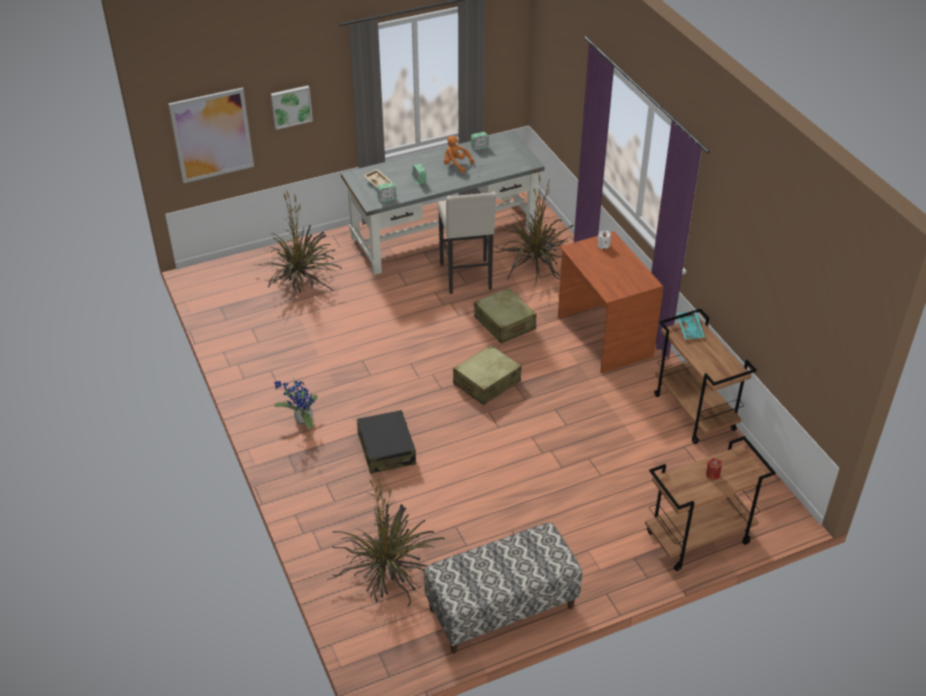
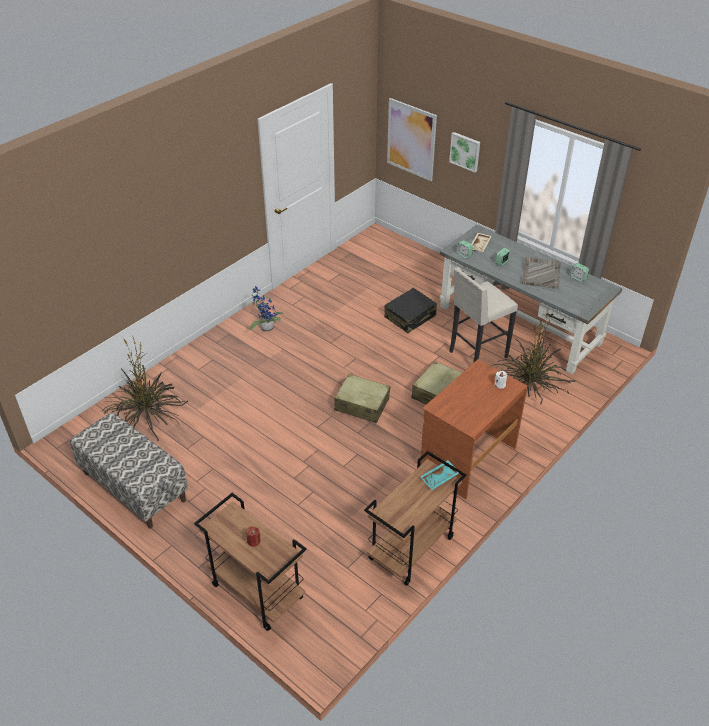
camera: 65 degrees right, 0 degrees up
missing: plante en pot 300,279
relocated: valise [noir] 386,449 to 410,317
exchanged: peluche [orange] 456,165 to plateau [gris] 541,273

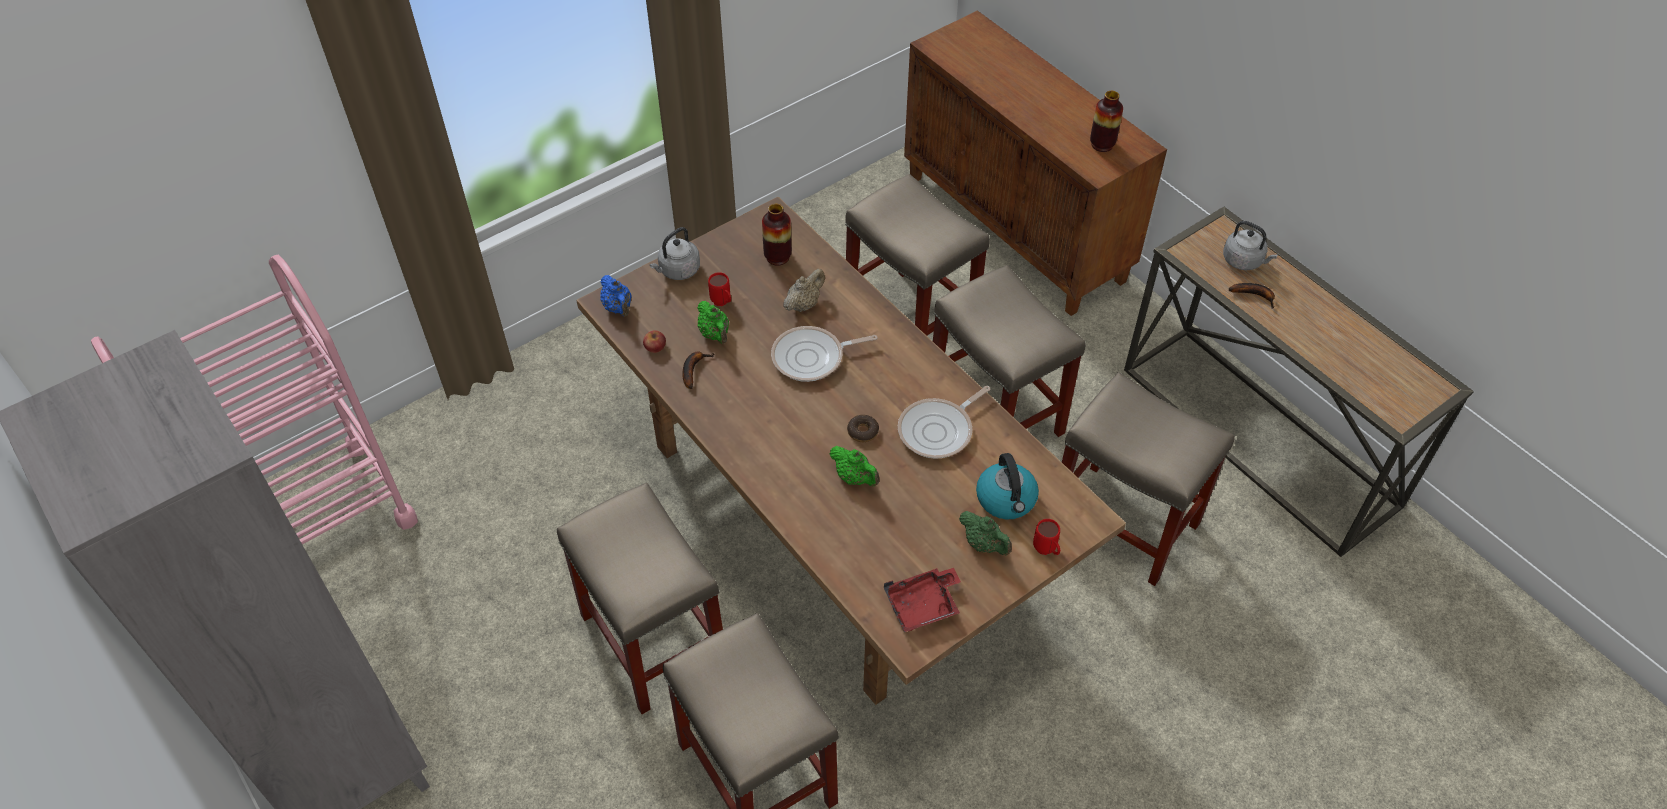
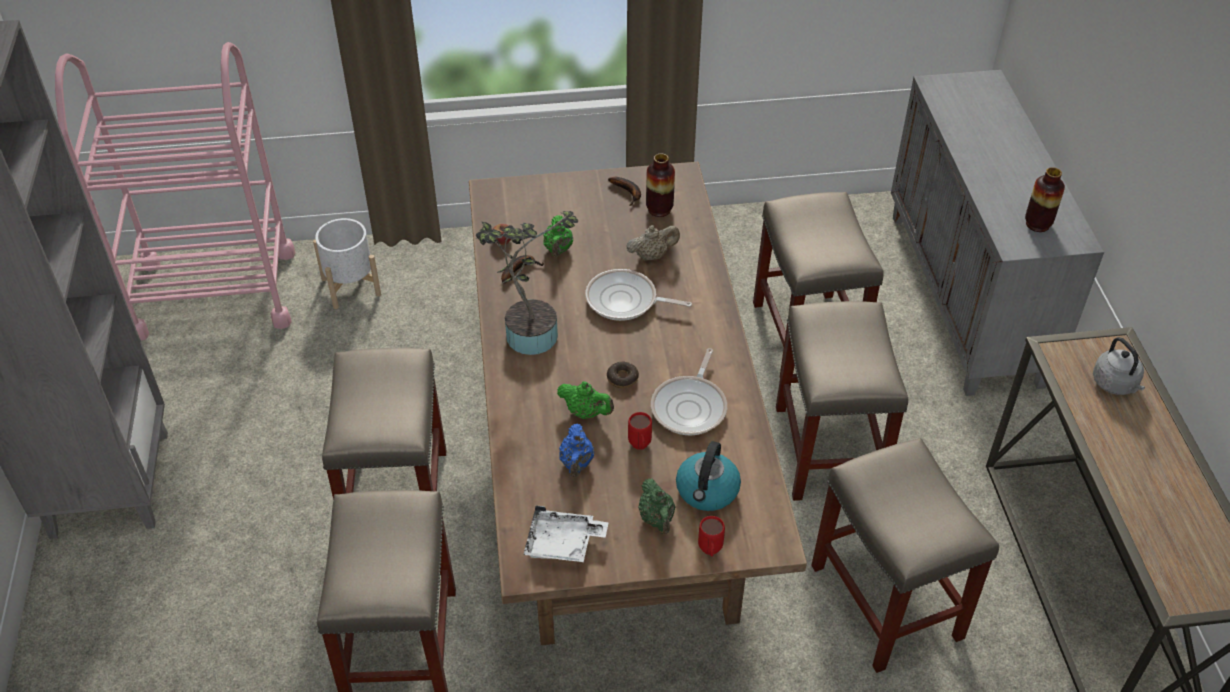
camera: 30 degrees right, 5 degrees down
missing: bouilloire [gris] 678,271
appeared: cache-pot [blanc] 350,287; plante en pot 526,333
relocated: théière [bleu] 618,308 to 576,463; mug [rouge] 723,303 to 640,447; banane 1255,295 to 628,192
colour: plateau [rouge] 923,605 to plateau [blanc] 563,543; meuble de rangement [marron] 1016,228 to meuble de rangement [gris] 966,298
spun: théière [vert] 855,477 = 586,412 45 degrees counterclockwise; poêle 939,430 = 691,406 60 degrees counterclockwise

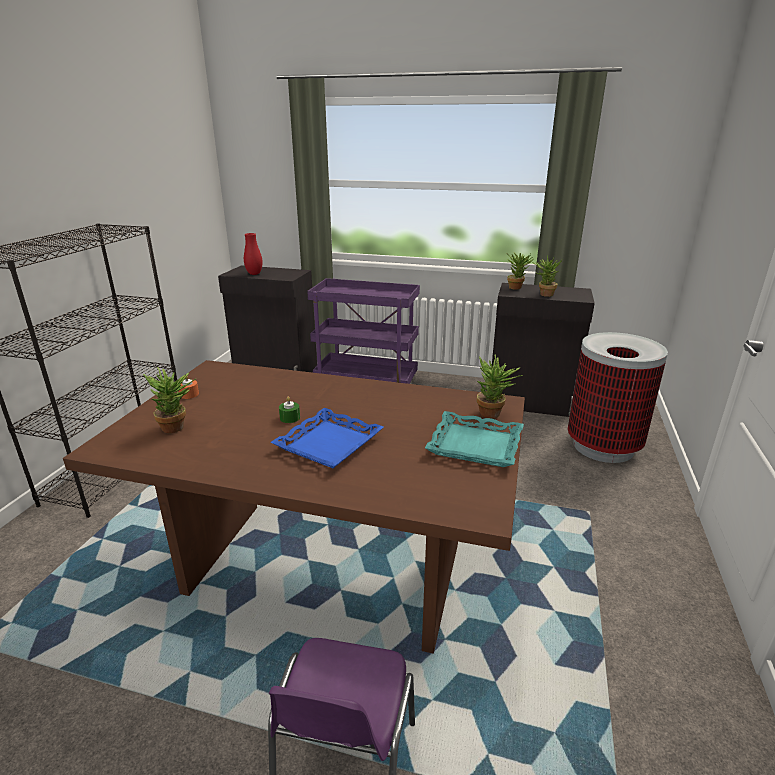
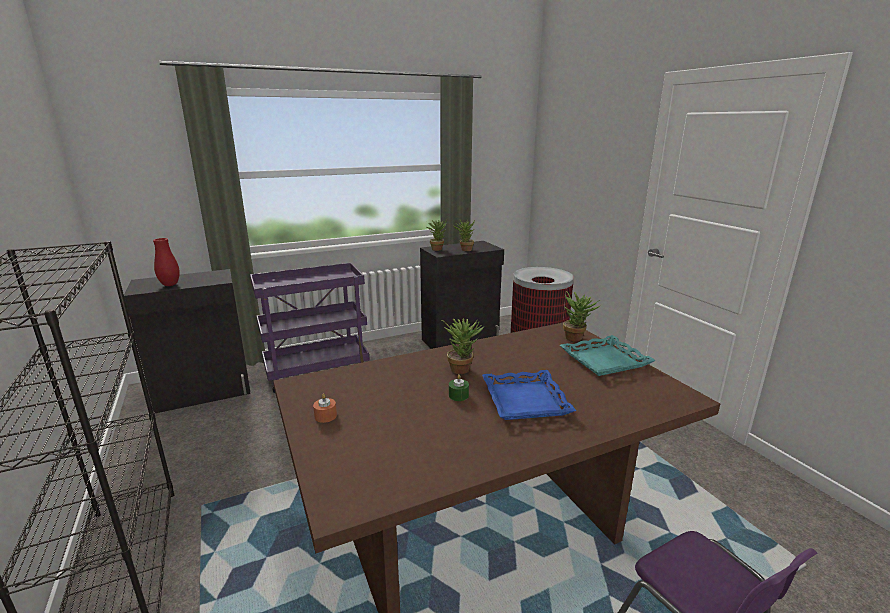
camera: 40 degrees left, 5 degrees down
relocated: plante en pot 178,427 to 462,368

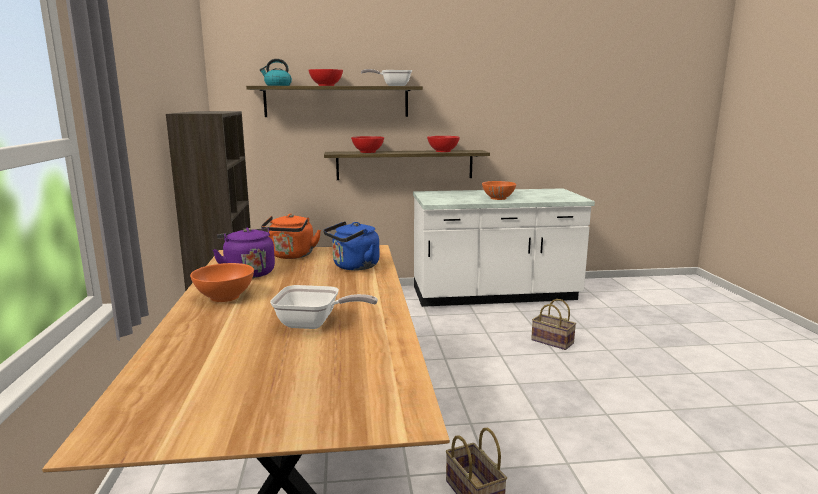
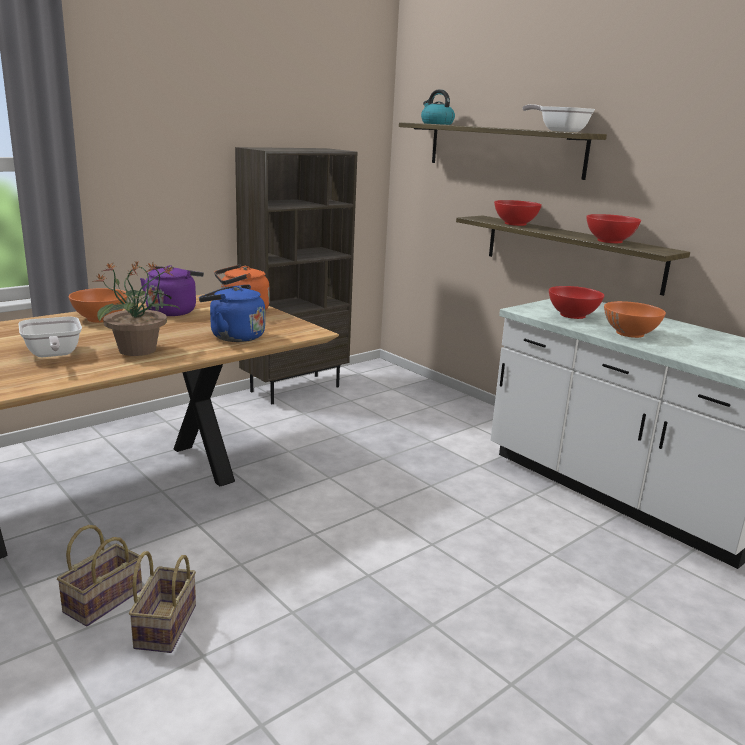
camera: 55 degrees right, 5 degrees up
appeared: plante en pot 138,350
relocated: bol [rouge] 326,85 to 572,315; panier 551,342 to 165,625

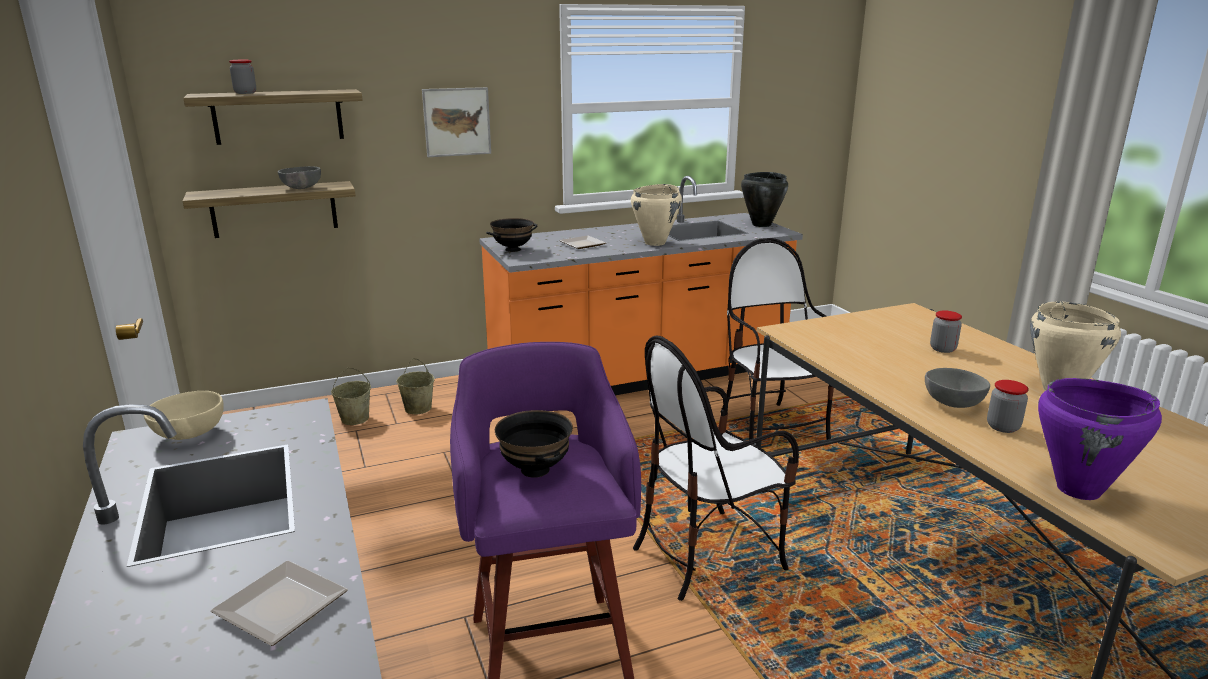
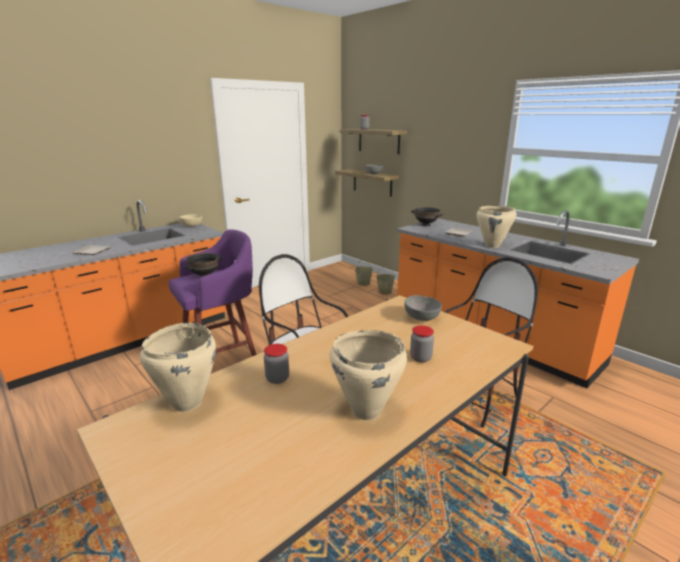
camera: 70 degrees right, 0 degrees up
missing: tableau 457,122; marmite [noir] 761,225
relocated: bol [gris] 950,403 to 422,317
colour: marmite [violet] 1079,490 to marmite [beige] 187,403

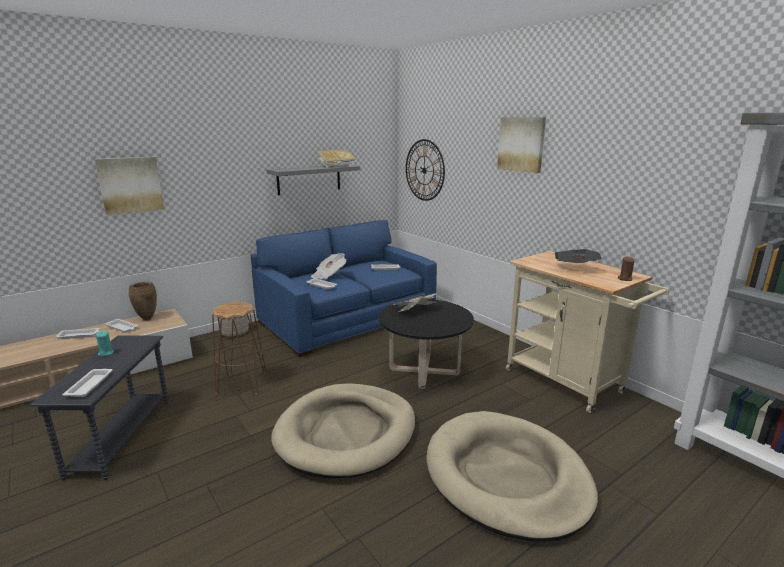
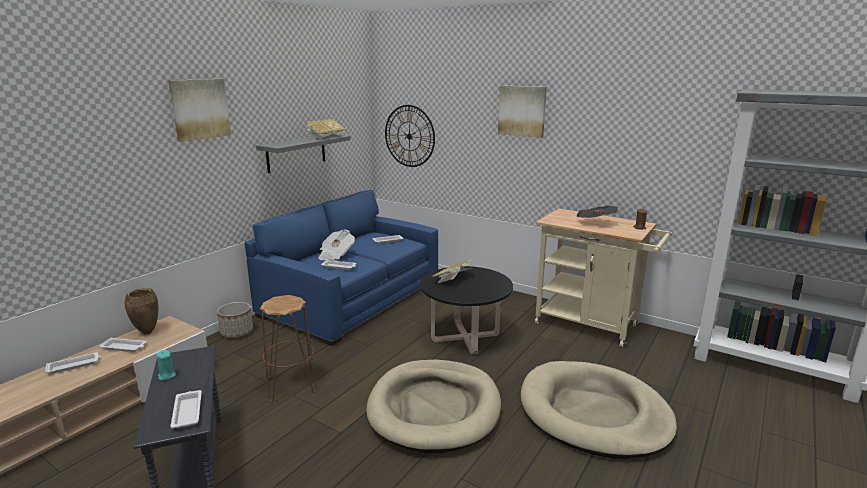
camera: 20 degrees left, 0 degrees up
relocated: tableau 130,185 to 199,109

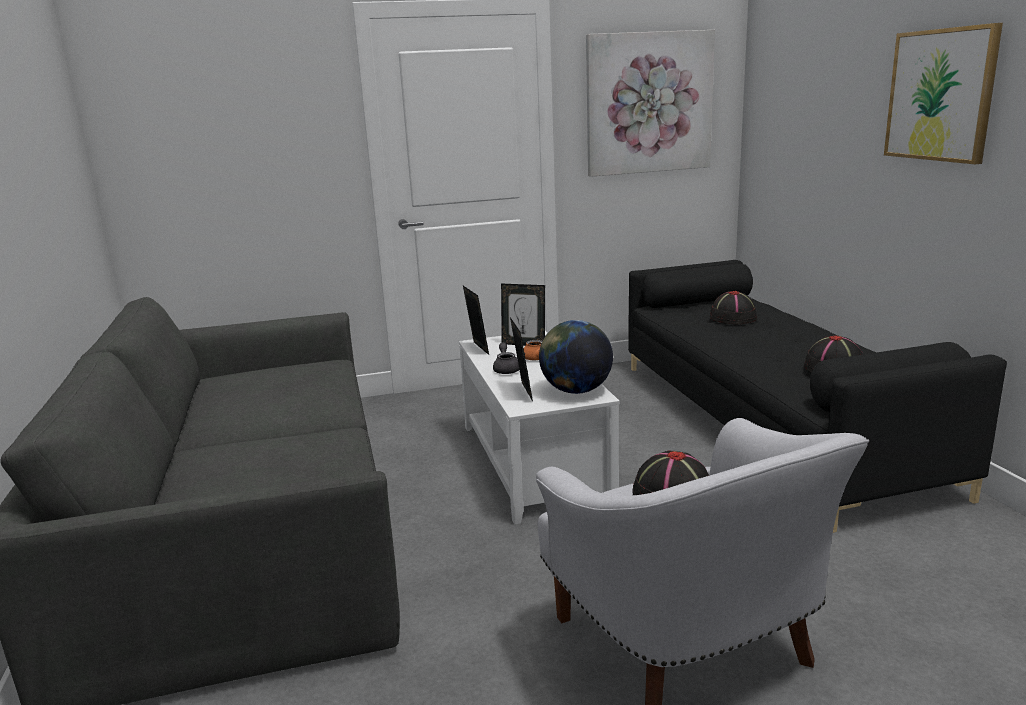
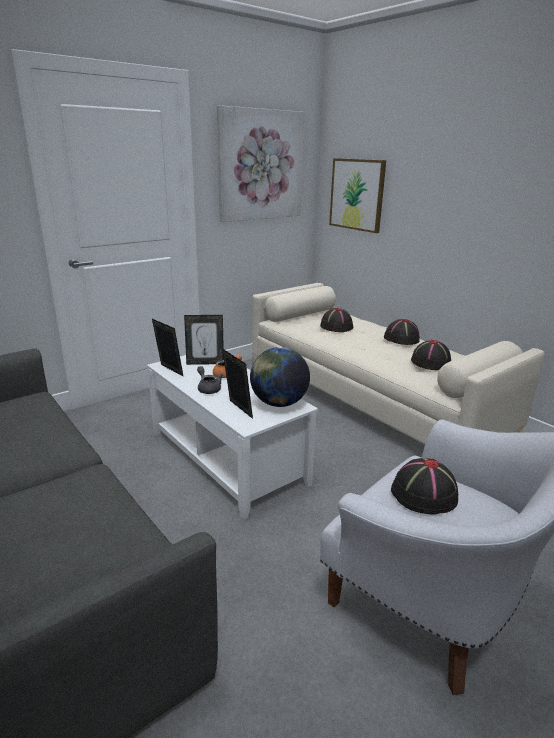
camera: 25 degrees left, 5 degrees up
appeared: chapeau [noir] 401,339
relocated: tableau 940,95 to 357,194
colour: canapé [noir] 770,423 to canapé [beige] 370,399

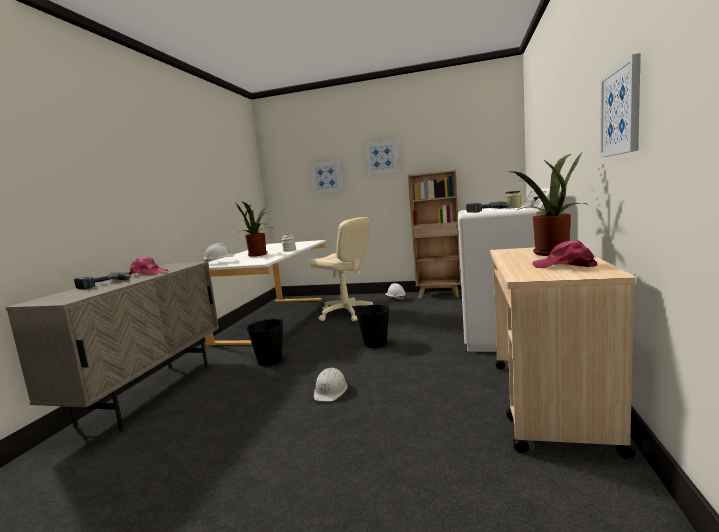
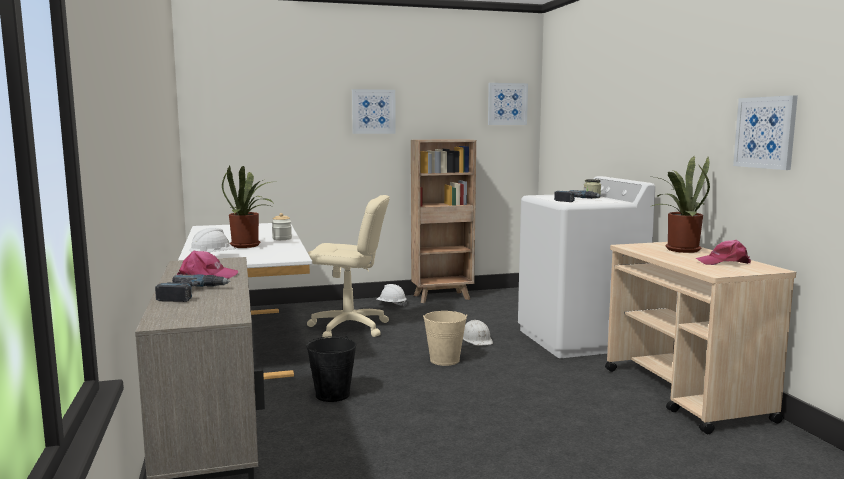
camera: 30 degrees left, 0 degrees up
relocated: tableau 326,177 to 507,104; casque de chantier [blanc] 330,390 to 477,339
colour: seau [noir] 375,343 to seau [beige] 444,360

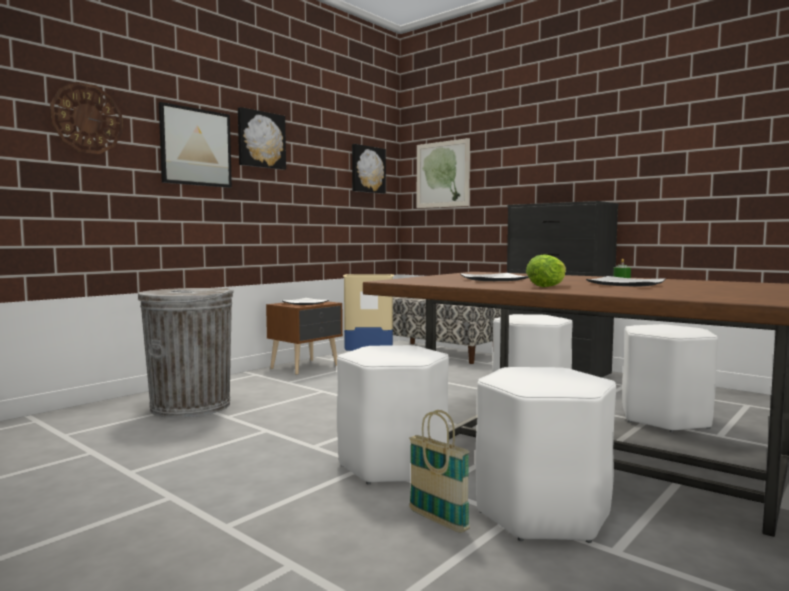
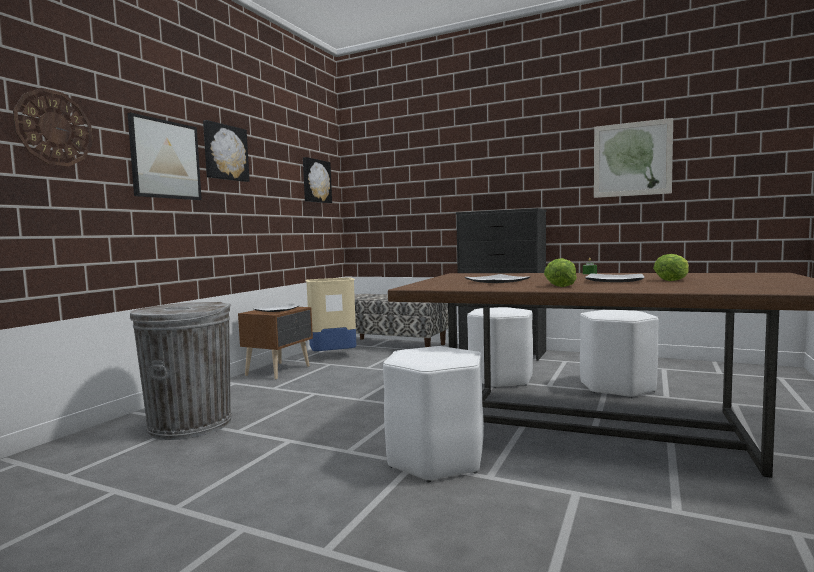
camera: 15 degrees left, 0 degrees up
missing: panier 438,520; tabouret [blanc] 542,513
appeared: laitue 672,280
relocated: tableau 442,174 to 632,159

